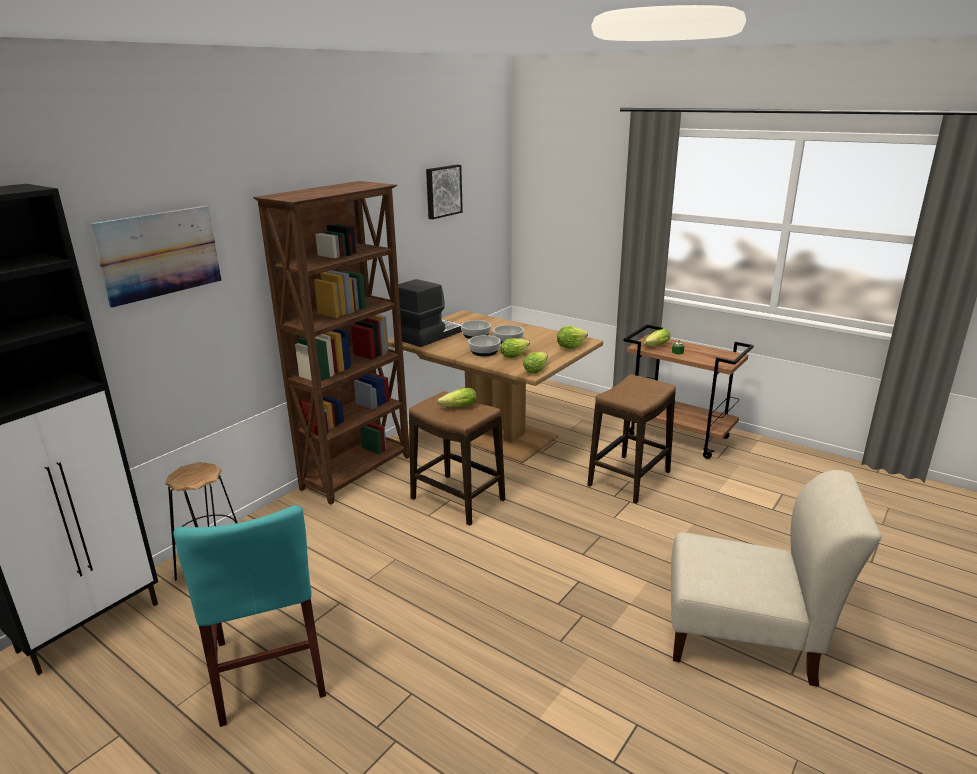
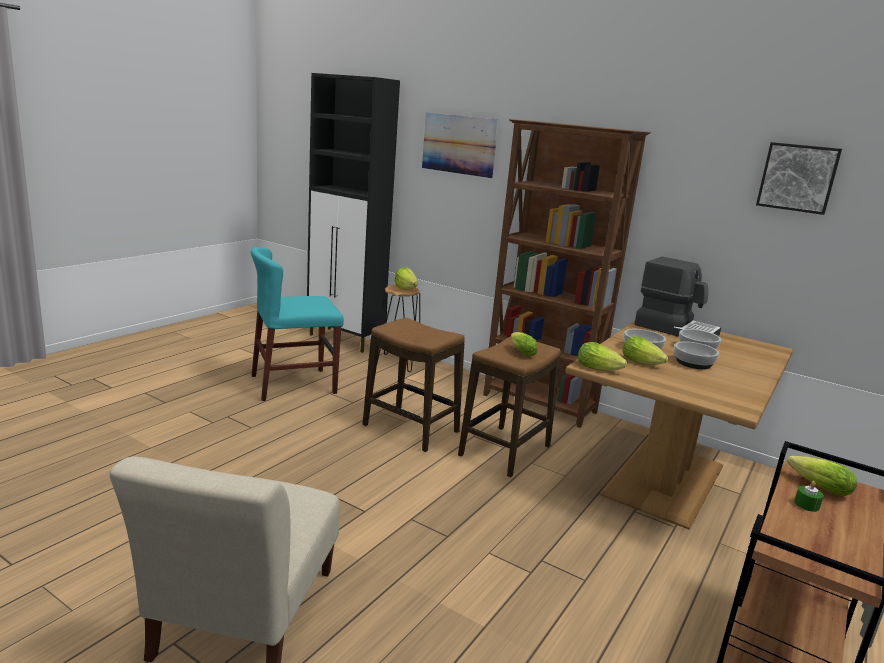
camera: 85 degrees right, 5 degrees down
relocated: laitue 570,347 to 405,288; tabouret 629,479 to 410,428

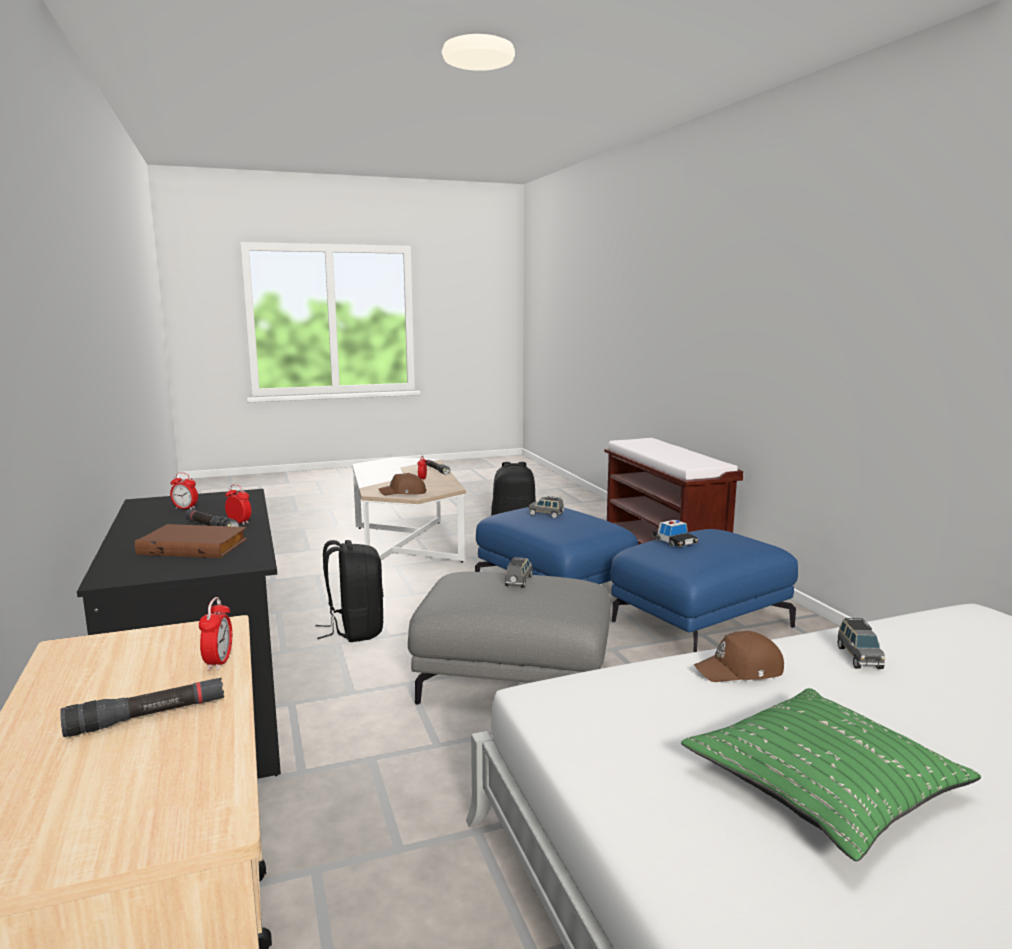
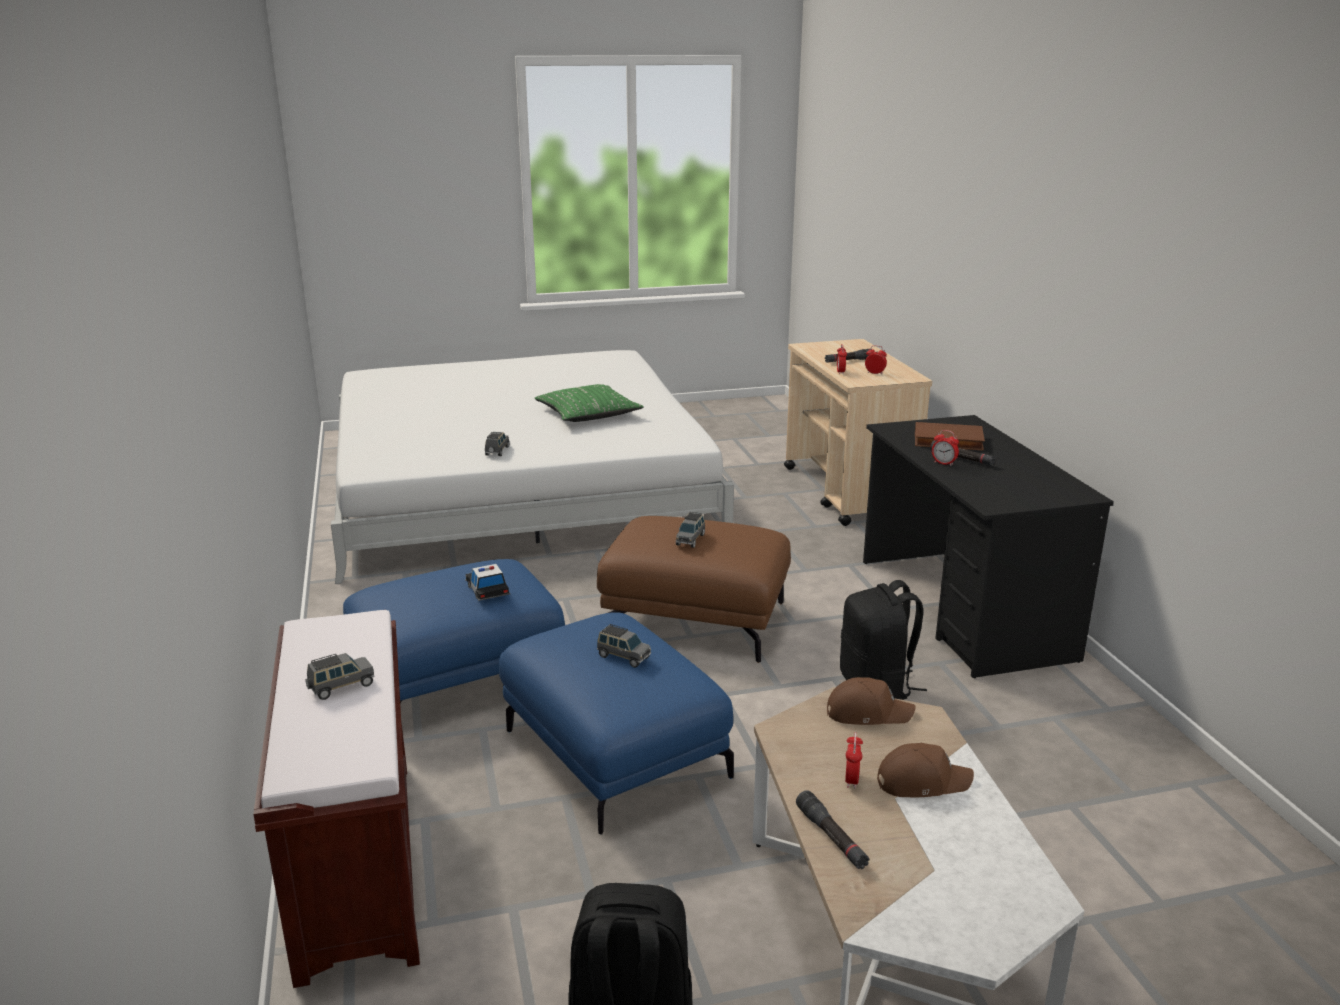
camera: 175 degrees left, 10 degrees up
appeared: petite voiture [gris] 341,687
relocated: réveil 185,508 to 875,373; casquette [marron] 740,671 to 922,781
colour: pouf [gris] 512,681 to pouf [marron] 696,620

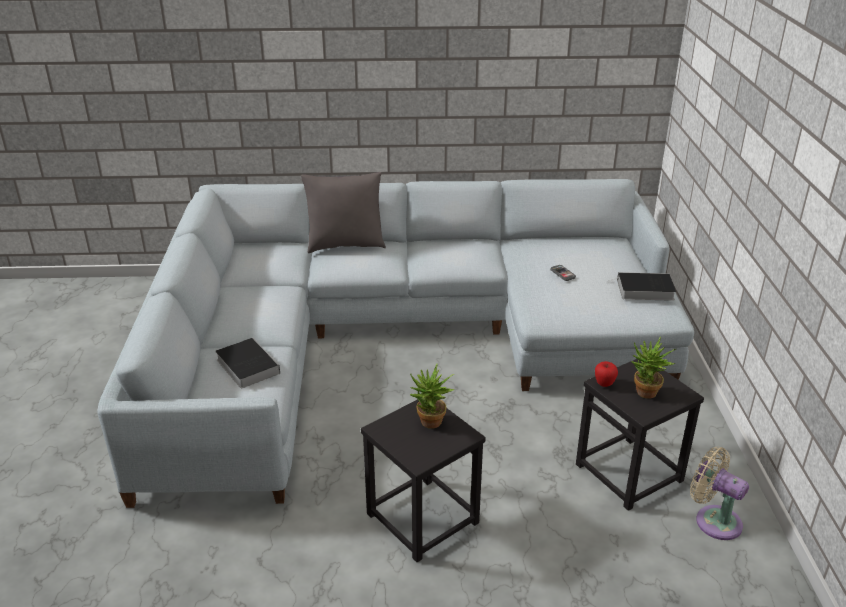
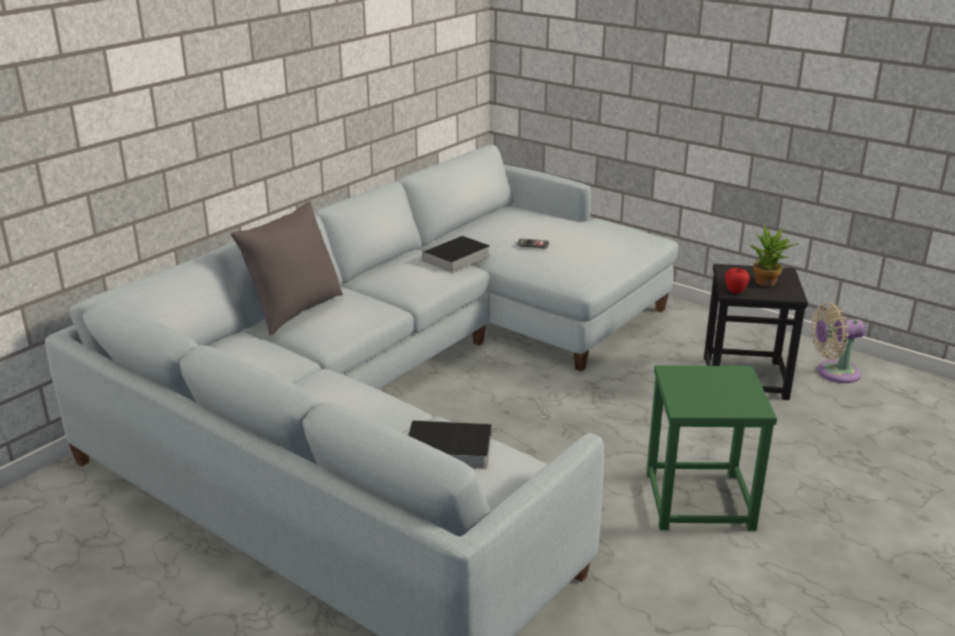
camera: 50 degrees left, 5 degrees down
missing: plante en pot 429,424
relocated: livre 643,290 to 455,259
colour: tabouret [noir] 421,518 to tabouret [vert] 699,501

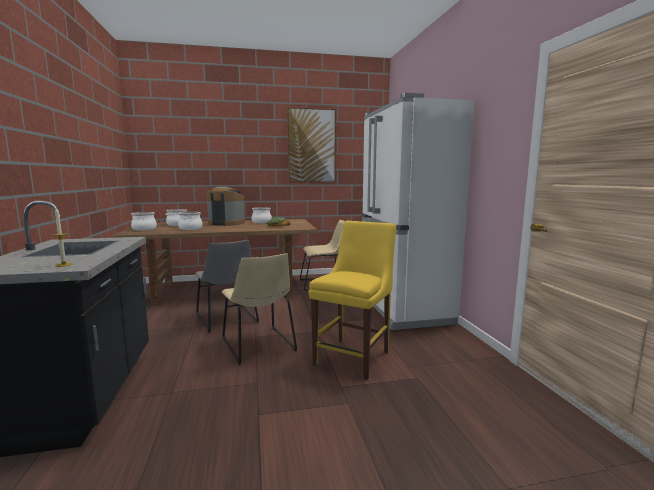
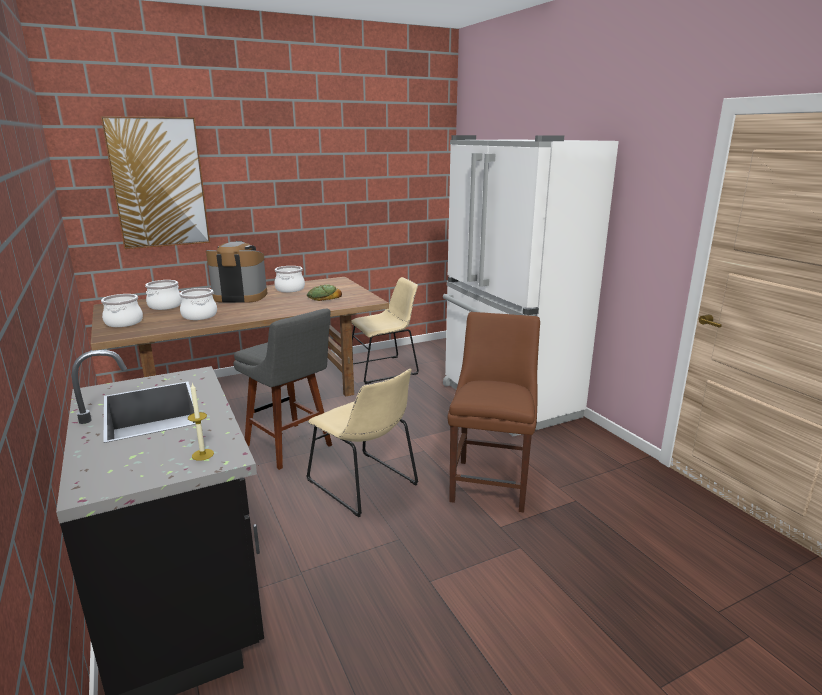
camera: 15 degrees left, 10 degrees up
relocated: tableau 311,146 to 158,183
exchanged: chaise [gris] 227,319 to tabouret [gris] 290,447
colour: chaise [jaune] 354,356 to chaise [marron] 491,482

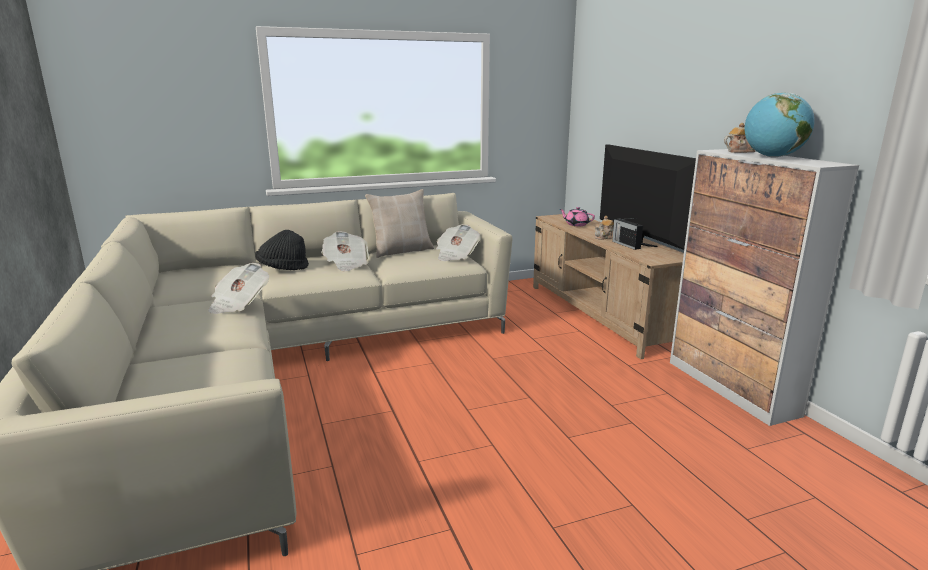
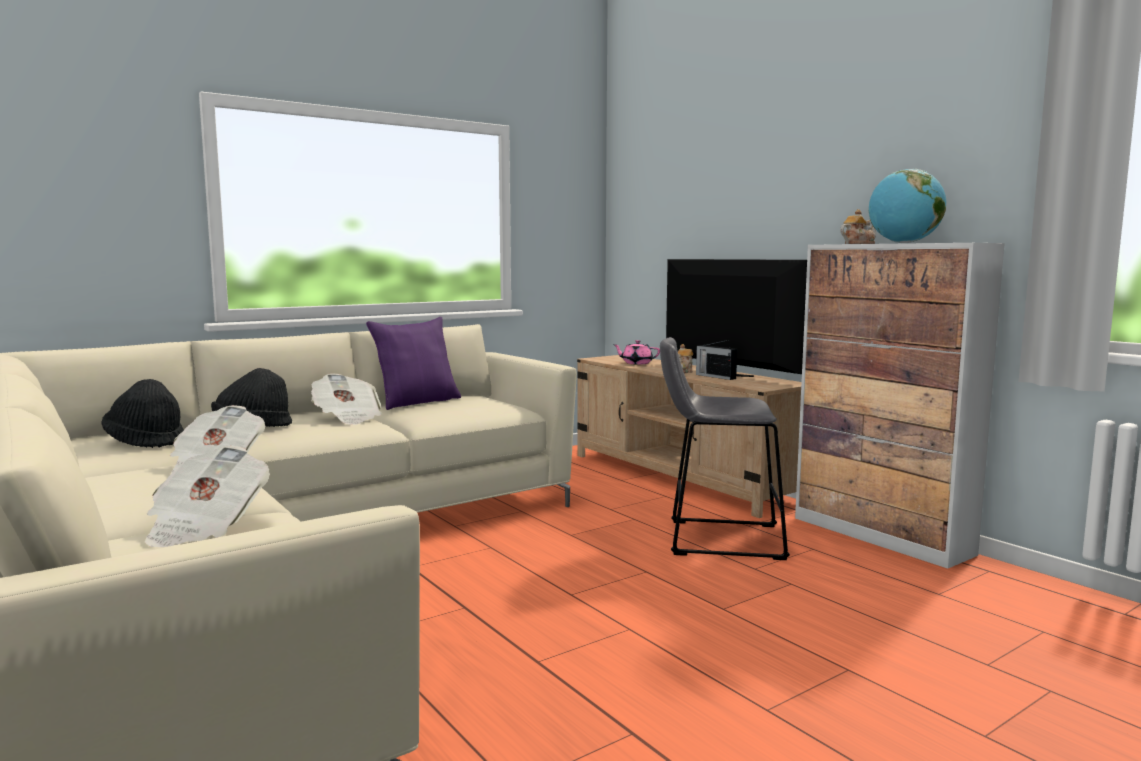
camera: 15 degrees left, 10 degrees down
appeared: chapeau [noir] 146,442; tabouret [gris] 717,539
relocated: journal 456,255 to 205,527
colour: coussin [beige] 401,251 to coussin [violet] 417,402

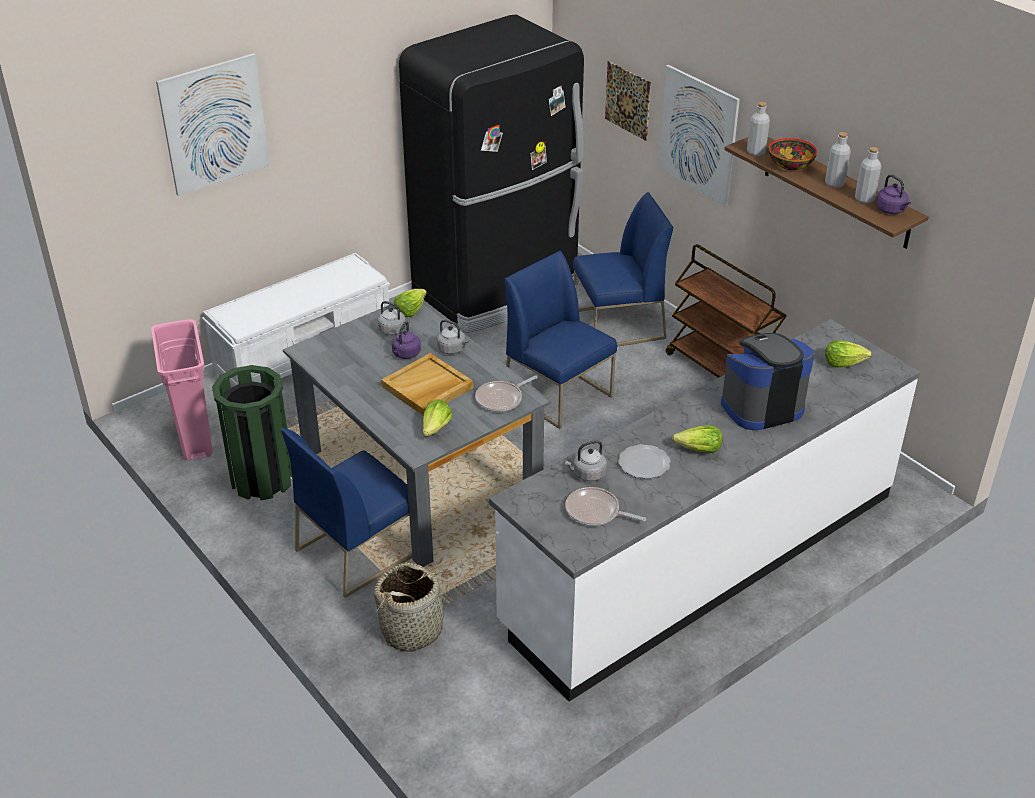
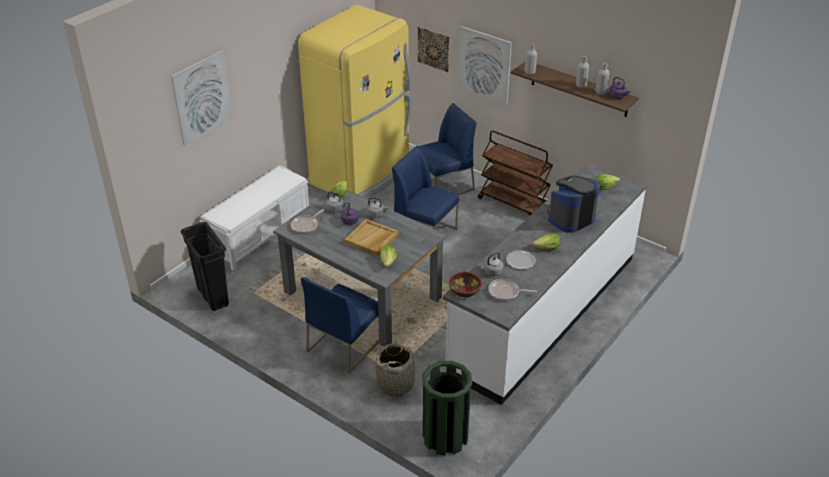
camera: 15 degrees left, 0 degrees up
relocated: poubelle [vert] 262,479 to 445,437; poêle 501,399 to 306,225; bol 790,165 to 464,291
colour: poubelle [rose] 195,438 to poubelle [noir] 212,296; réfrigérateur [noir] 498,289 to réfrigérateur [jaune] 362,174

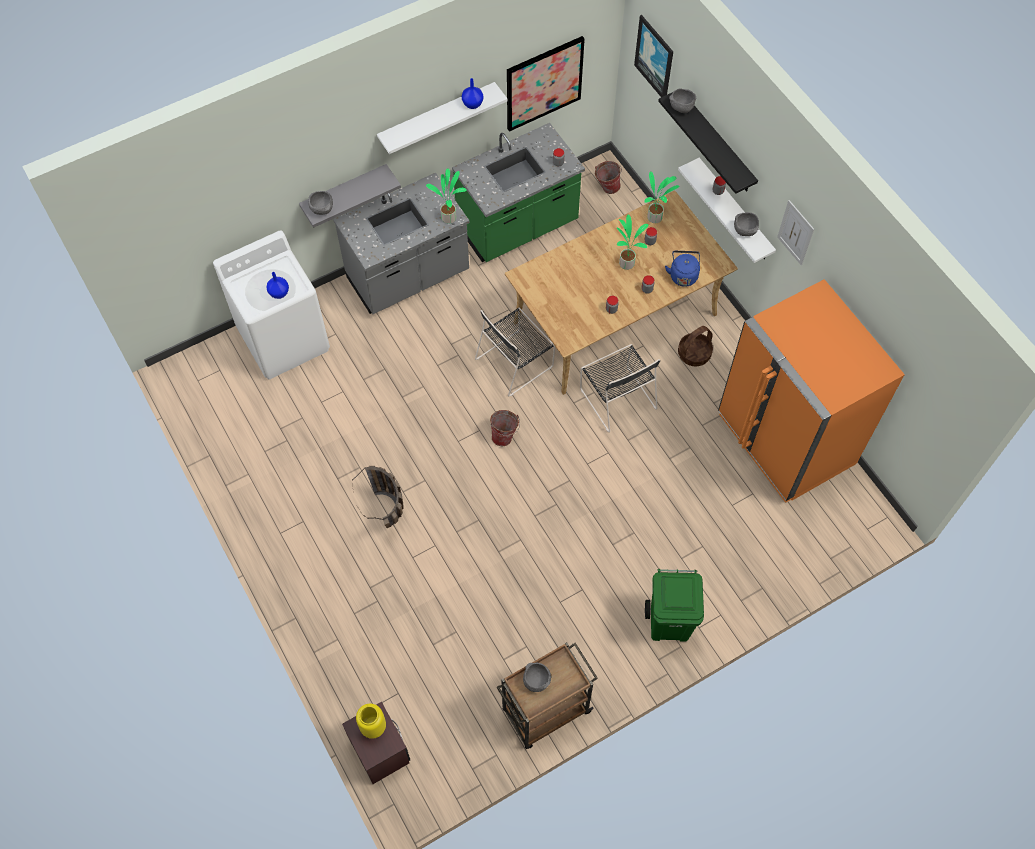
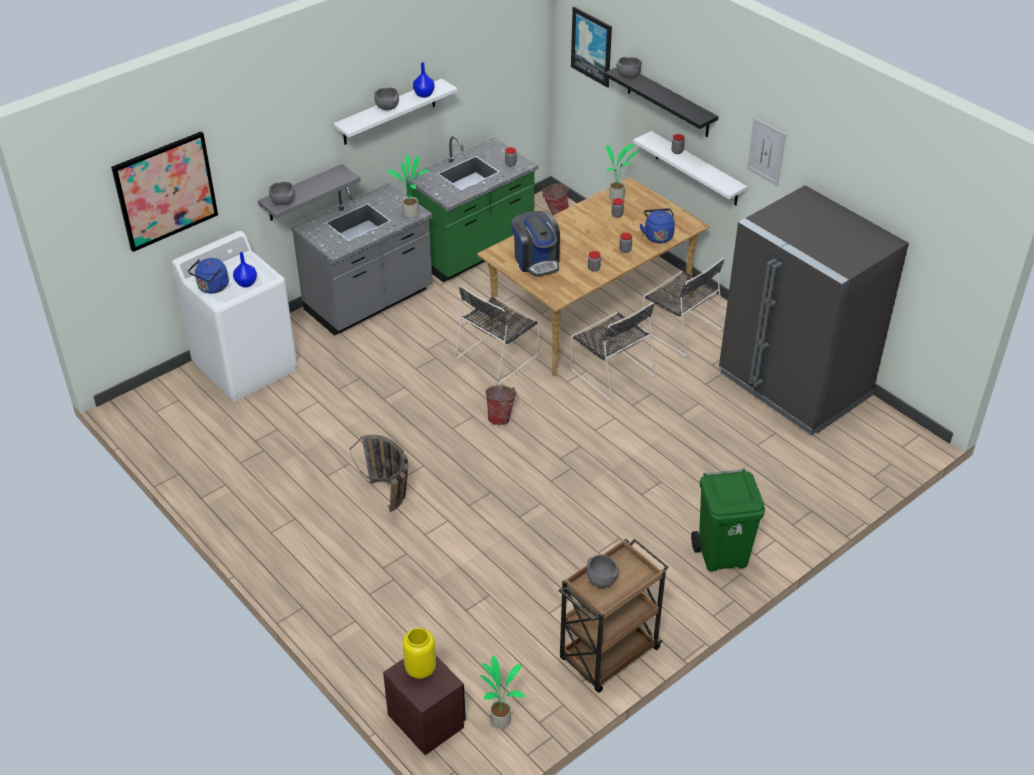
camera: 10 degrees left, 20 degrees down
appeared: bouilloire [bleu] 212,288; machine à café 536,260
relocated: tableau 544,83 to 165,191; plante en pot 627,262 to 500,719; bol [gris] 745,231 to 388,108
exchanged: panier 694,354 to chaise [noir] 680,329
colour: réfrigérateur [orange] 785,440 to réfrigérateur [gris] 794,385

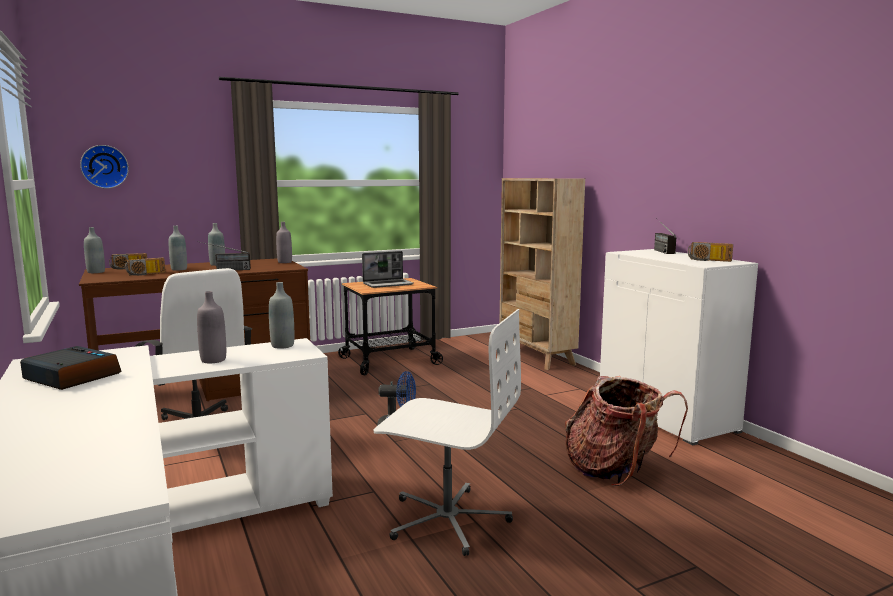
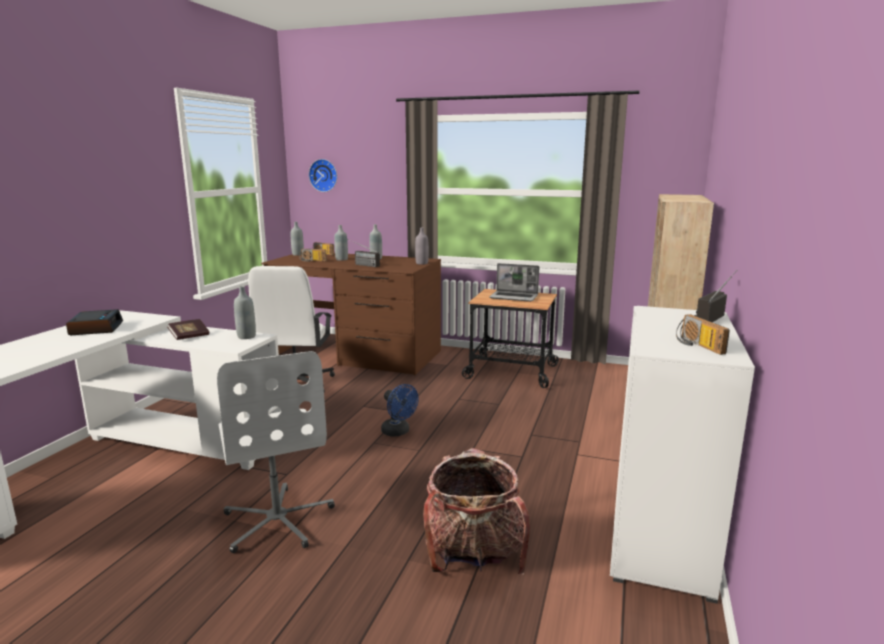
camera: 45 degrees right, 5 degrees up
exchanged: bouteille [gris] 213,360 to livre 189,336

